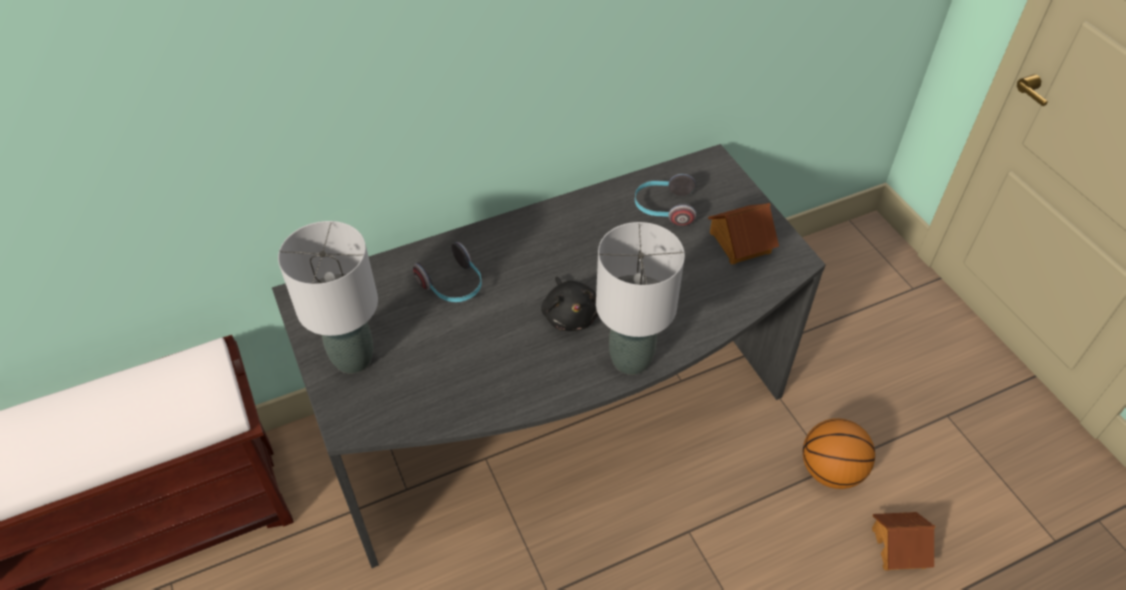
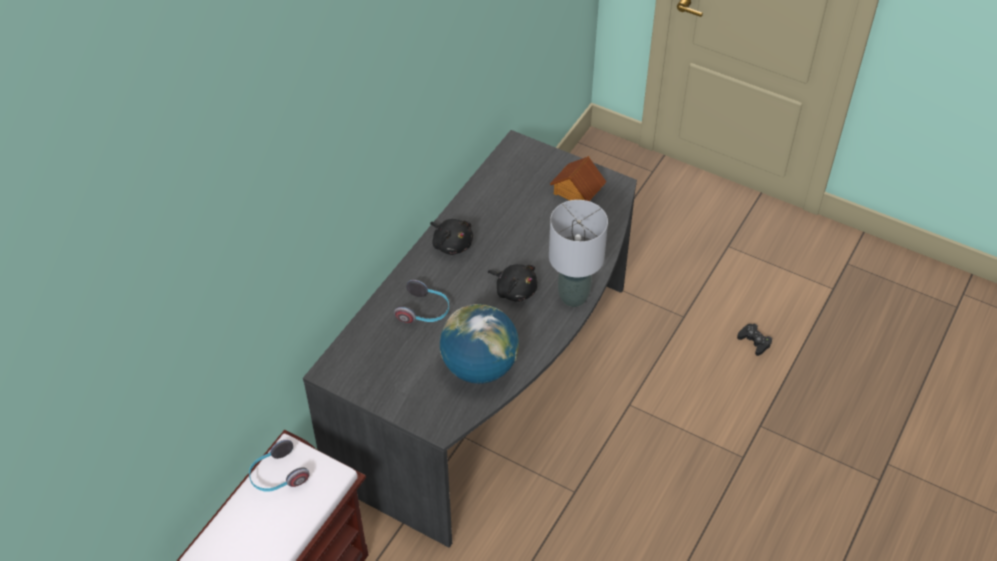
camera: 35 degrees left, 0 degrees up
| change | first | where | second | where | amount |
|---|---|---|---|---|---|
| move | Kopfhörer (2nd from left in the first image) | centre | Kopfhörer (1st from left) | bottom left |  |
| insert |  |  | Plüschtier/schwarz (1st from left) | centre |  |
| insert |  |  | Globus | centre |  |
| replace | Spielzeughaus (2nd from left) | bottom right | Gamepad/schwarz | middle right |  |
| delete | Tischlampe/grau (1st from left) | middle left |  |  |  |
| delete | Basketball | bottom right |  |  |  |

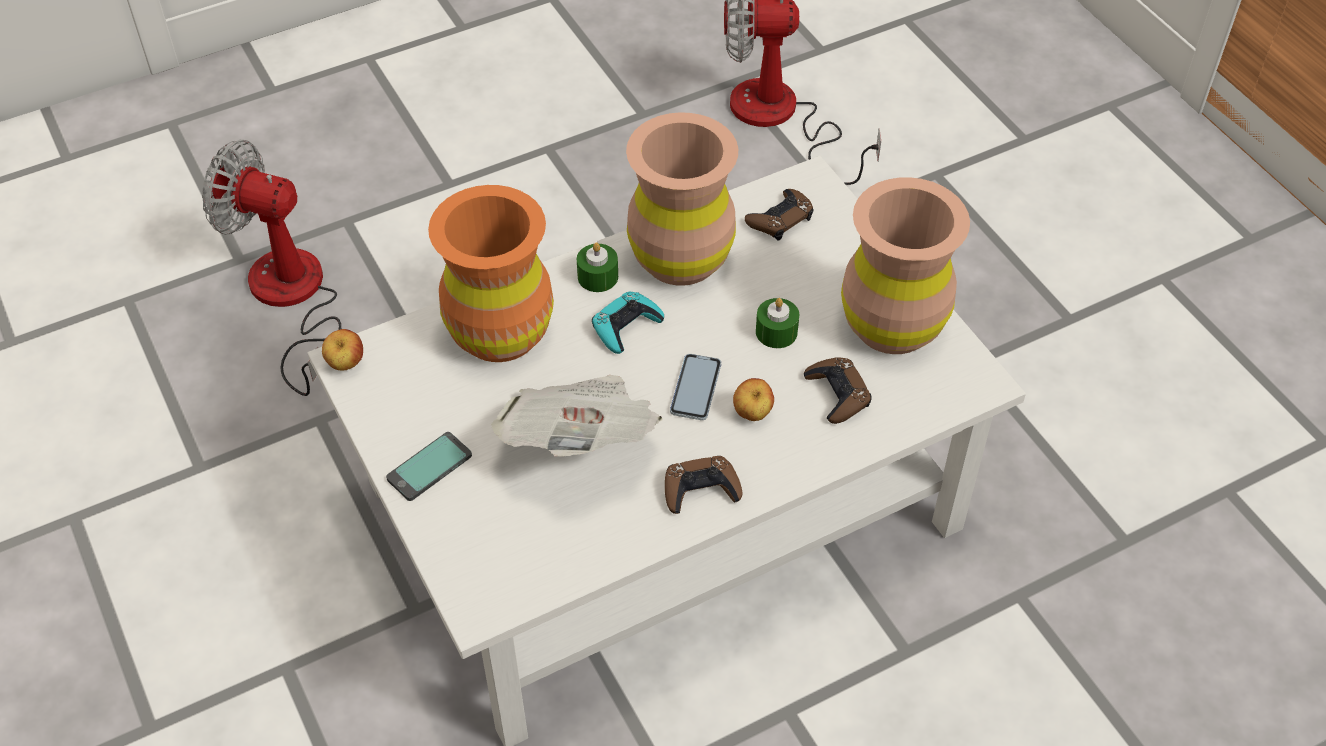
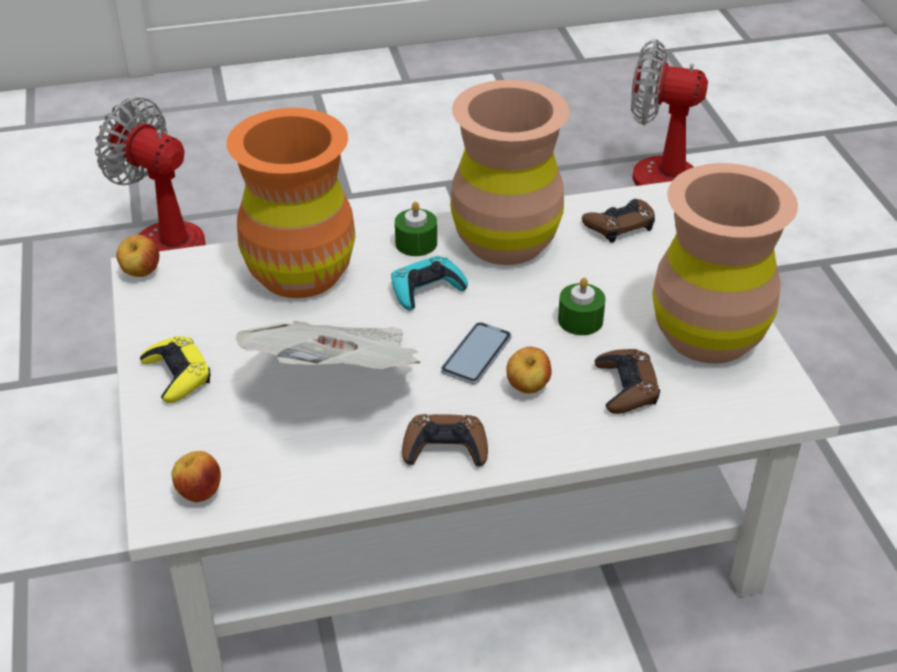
camera: 15 degrees right, 10 degrees down
| change | first | where | second | where | amount |
|---|---|---|---|---|---|
| replace | Handy (1st from left) | middle left | Gamepad/gelb | middle left |  |
| insert |  |  | Apfel (2nd from left) | bottom left |  |

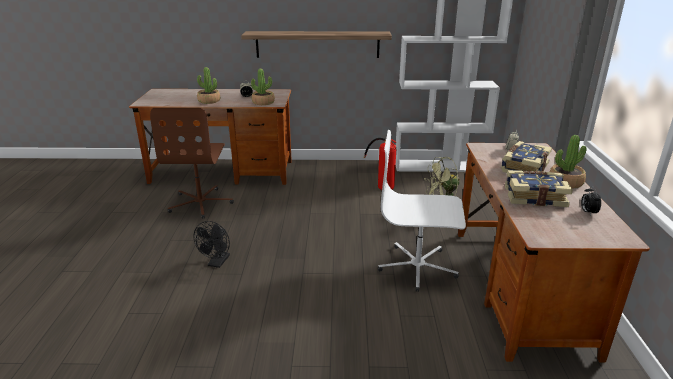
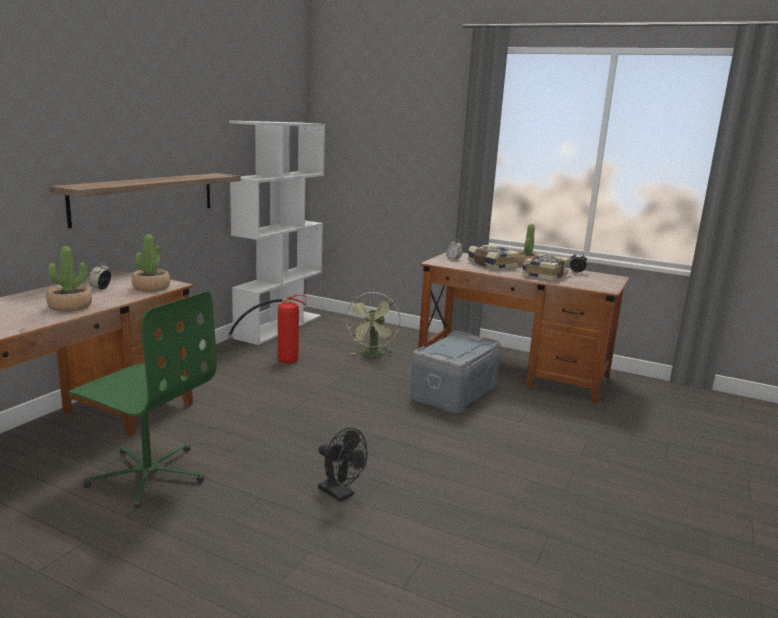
camera: 65 degrees left, 10 degrees down
| change | first | where | second | where | amount |
|---|---|---|---|---|---|
| recolor | Bürostuhl/braun | middle left | Bürostuhl/grün | middle left |  |
| replace | Bürostuhl/weiß | centre | Aufbewahrungsbox/grau | centre |  |

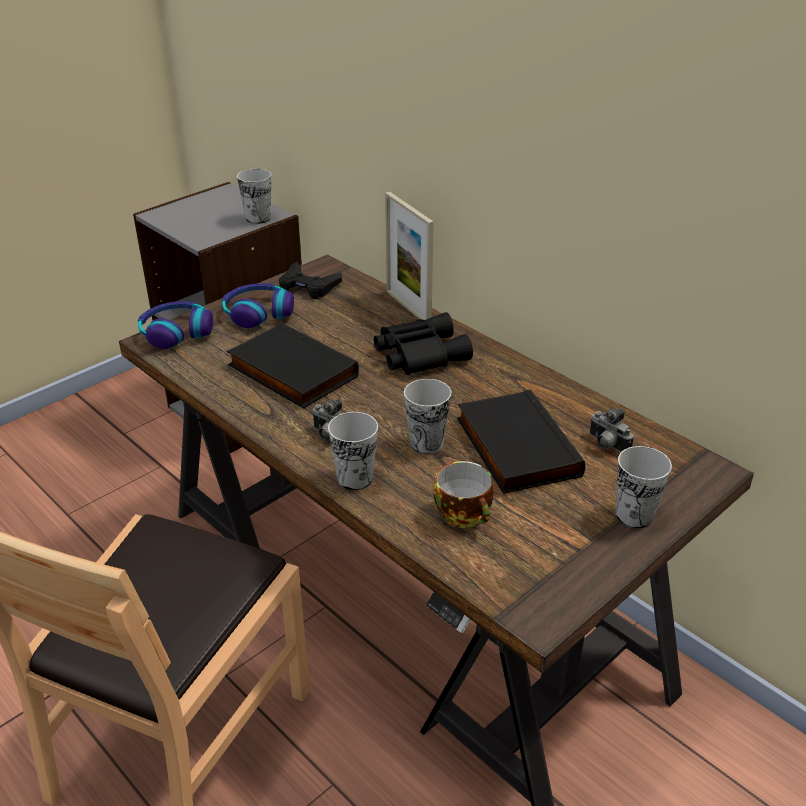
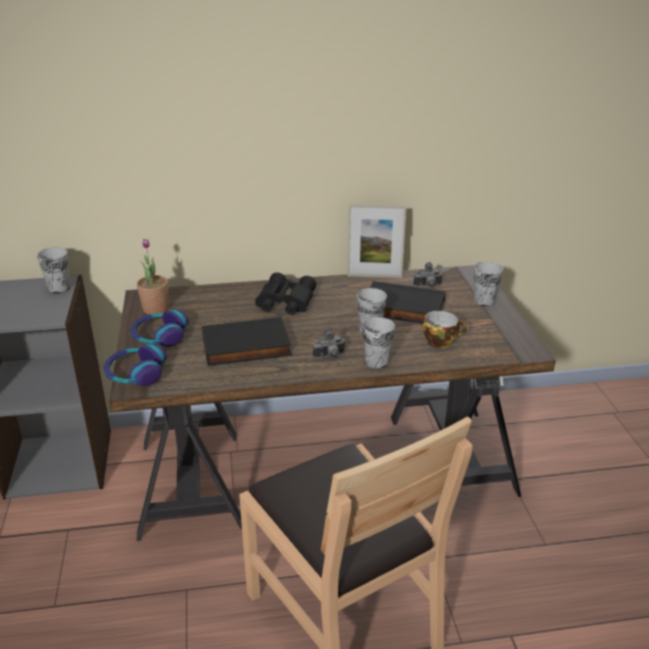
camera: 55 degrees left, 5 degrees down
| change | first | where | second | where | amount |
|---|---|---|---|---|---|
| replace | Gamepad/schwarz | centre | Topfpflanze | middle left |  |
| move | Bilderrahmen | top centre |  | centre |  |

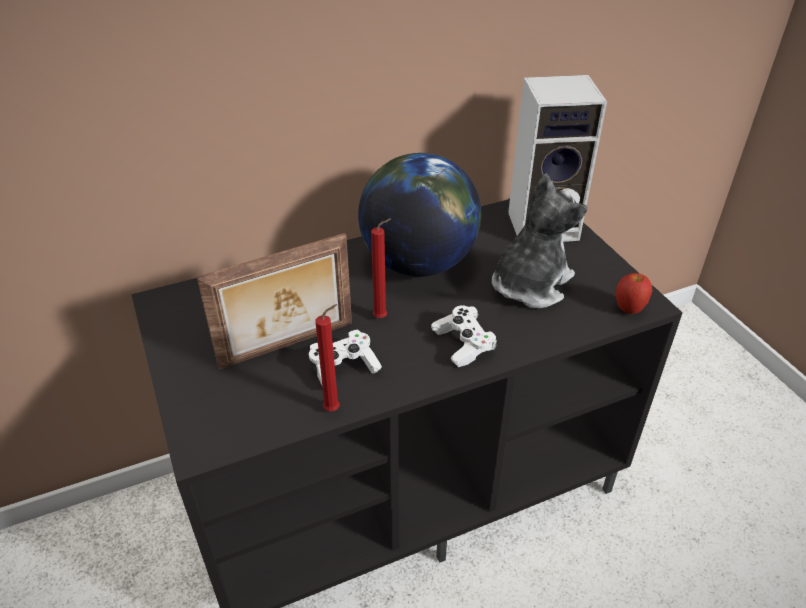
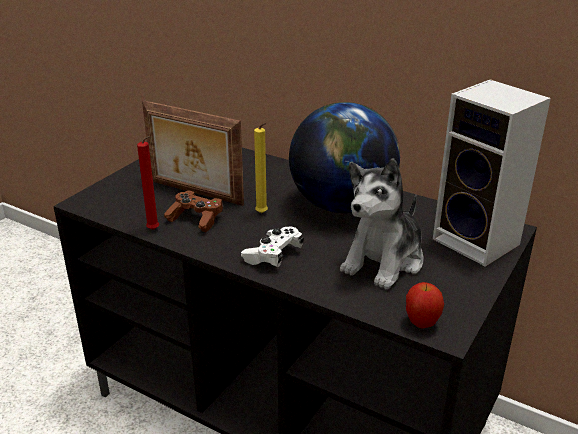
camera: 55 degrees right, 10 degrees down
| change | first | where | second | where | amount |
|---|---|---|---|---|---|
| recolor | Gamepad/weiß (1st from left) | centre | Gamepad/braun | centre |  |
| recolor | Kerze/rot (2nd from left) | centre | Kerze/gelb | centre |  |
| rotate | Plüschtier | middle right |  | centre | 120 degrees clockwise |

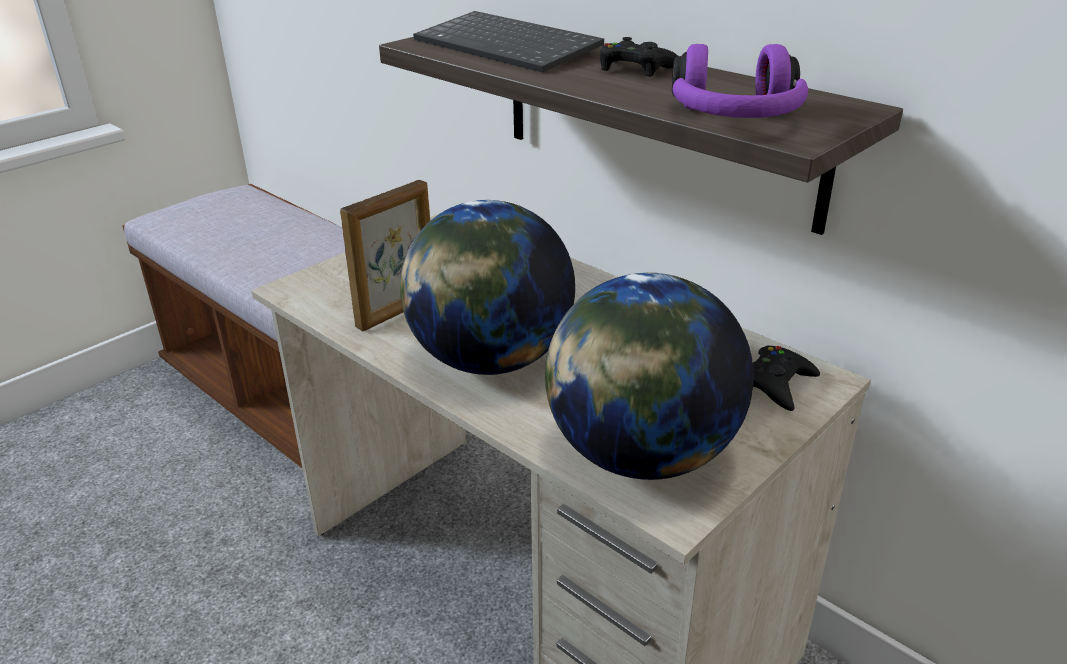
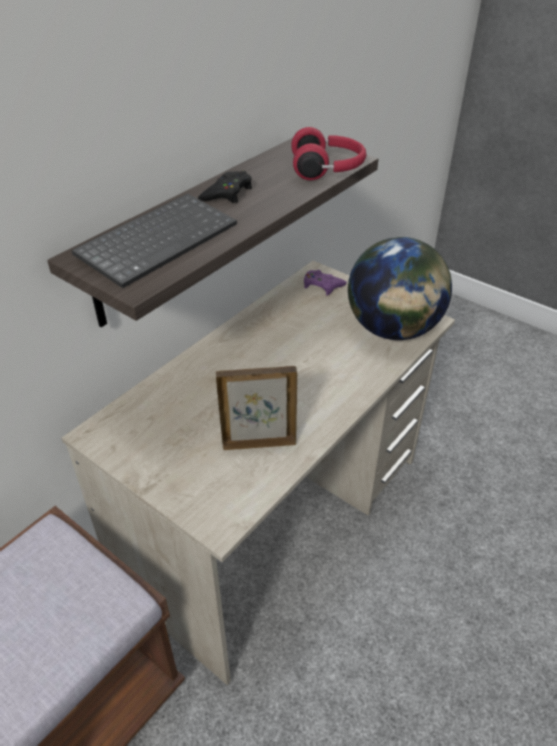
camera: 95 degrees left, 10 degrees up
| change | first | where | second | where | amount |
|---|---|---|---|---|---|
| rotate | Bilderrahmen | centre |  | centre | 45 degrees counterclockwise |
| recolor | Kopfhörer/lila | top right | Kopfhörer/rot | top centre |  |
| recolor | Gamepad/schwarz (2nd from left) | middle right | Gamepad/lila | centre |  |
| delete | Globus (1st from left) | centre |  |  |  |

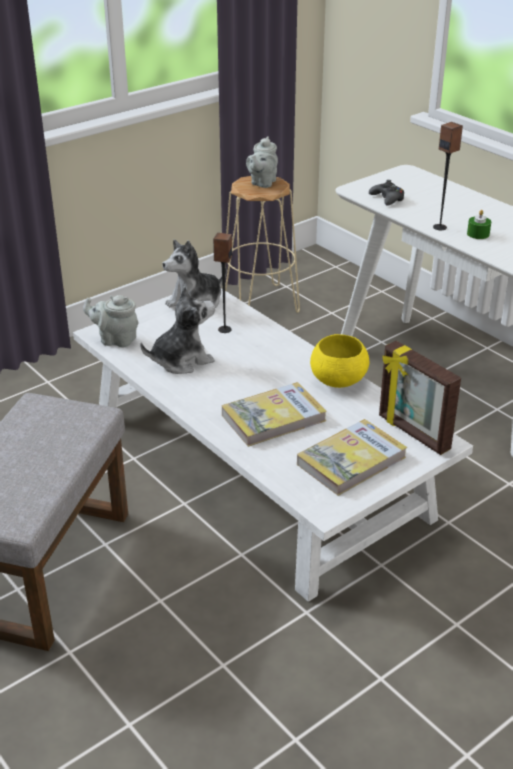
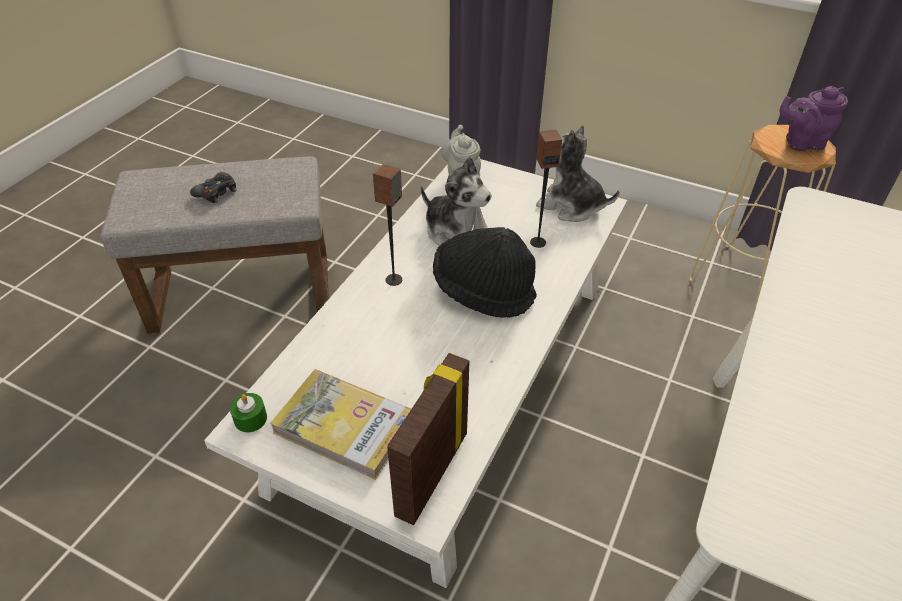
camera: 65 degrees right, 10 degrees up
| change | first | where | second | where | amount |
|---|---|---|---|---|---|
| move | Gamepad/schwarz | top right |  | top left |  |
| move | Kerze/grün | top right |  | bottom left |  |
| move | Lautsprecher (2nd from left in the first image) | top right | Lautsprecher (1st from left) | centre |  |
| insert |  |  | Hut/schwarz | centre |  |
| recolor | Teekanne/grau (2nd from left) | top centre | Teekanne/lila | top right |  |
| delete | Buch (1st from left) | centre |  |  |  |
| delete | Schüssel/gelb | centre |  |  |  |

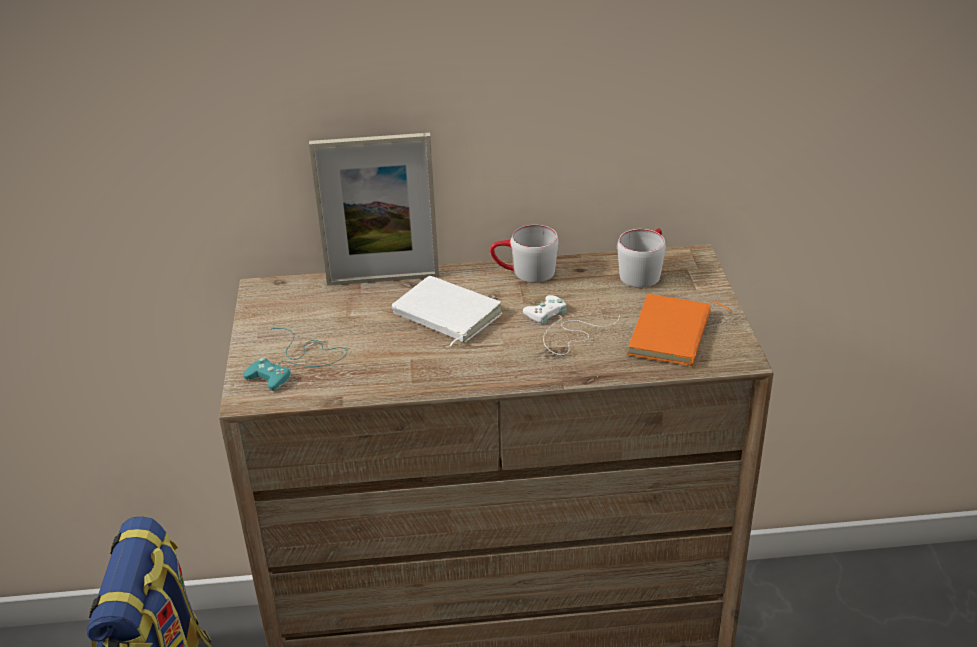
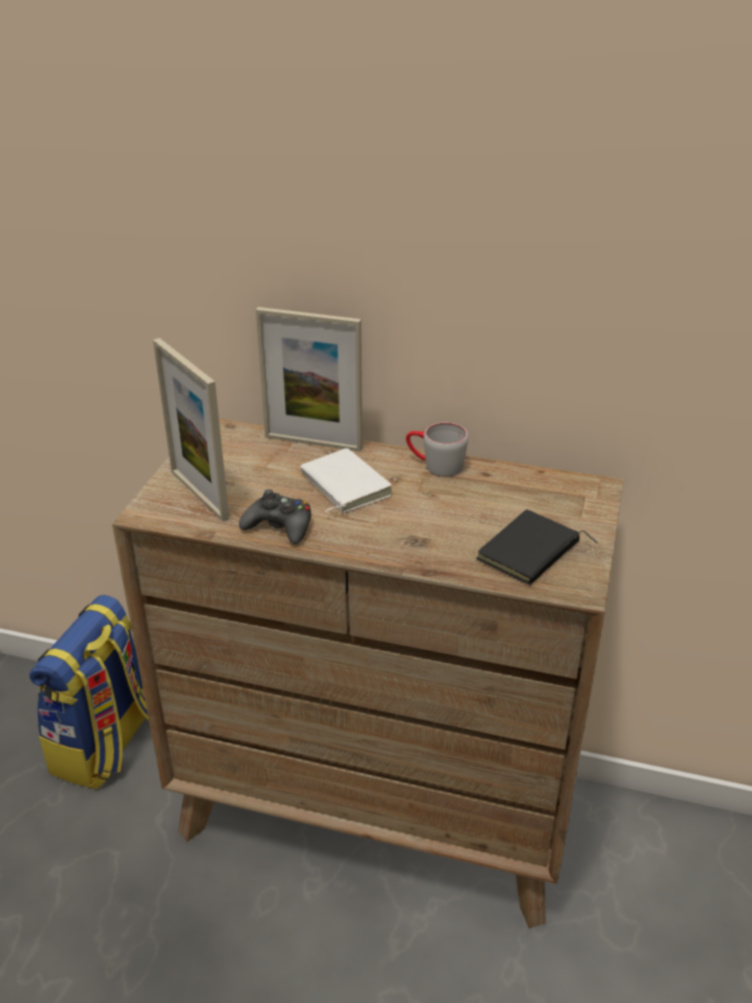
camera: 20 degrees right, 0 degrees up
| change | first | where | second | where | amount |
|---|---|---|---|---|---|
| replace | Gamepad/türkis | middle left | Bilderrahmen (1st from left) | middle left |  |
| insert |  |  | Gamepad/schwarz | centre |  |
| recolor | Buch/orange | middle right | Buch/schwarz | middle right |  |
| delete | Gamepad/weiß | centre |  |  |  |
| delete | Henkelbecher/grau (2nd from left) | centre |  |  |  |

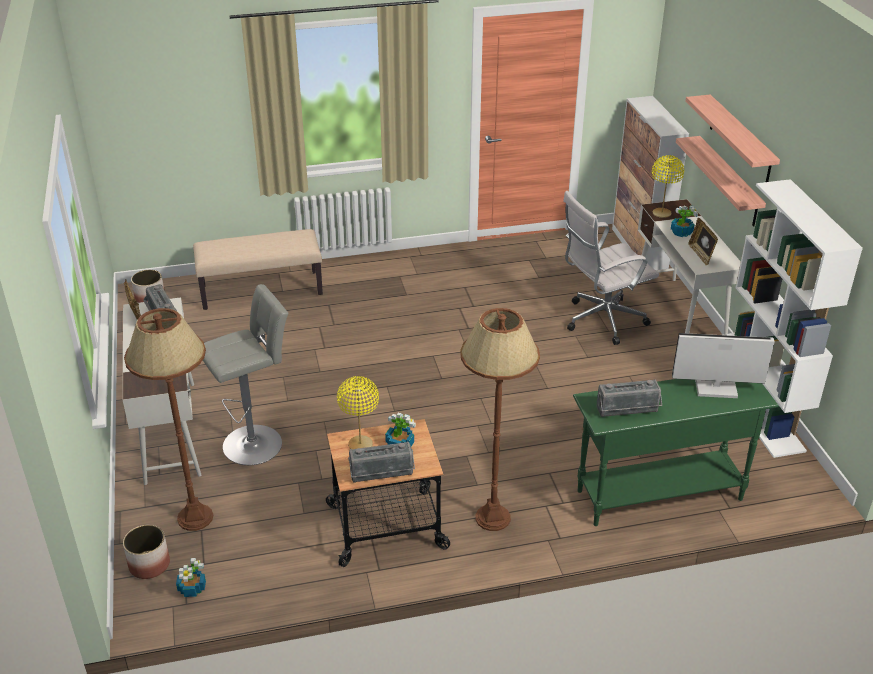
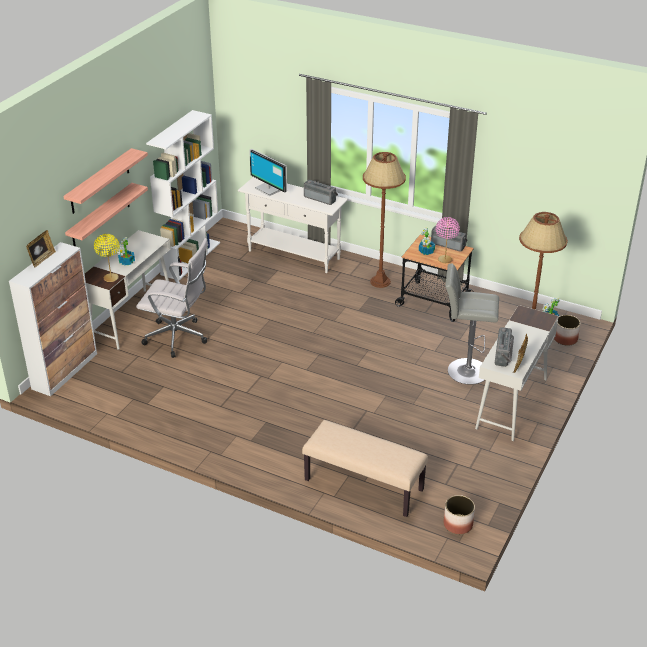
camera: 140 degrees left, 0 degrees up
| change | first | where | second | where | amount |
|---|---|---|---|---|---|
| move | Bilderrahmen (2nd from left in the first image) | middle right | Bilderrahmen (1st from left) | middle left |  |
| recolor | Konsolentisch/grün | bottom right | Konsolentisch/weiß | centre |  |
| recolor | Tischlampe/gelb (1st from left) | centre | Tischlampe/rosa | middle right |  |

